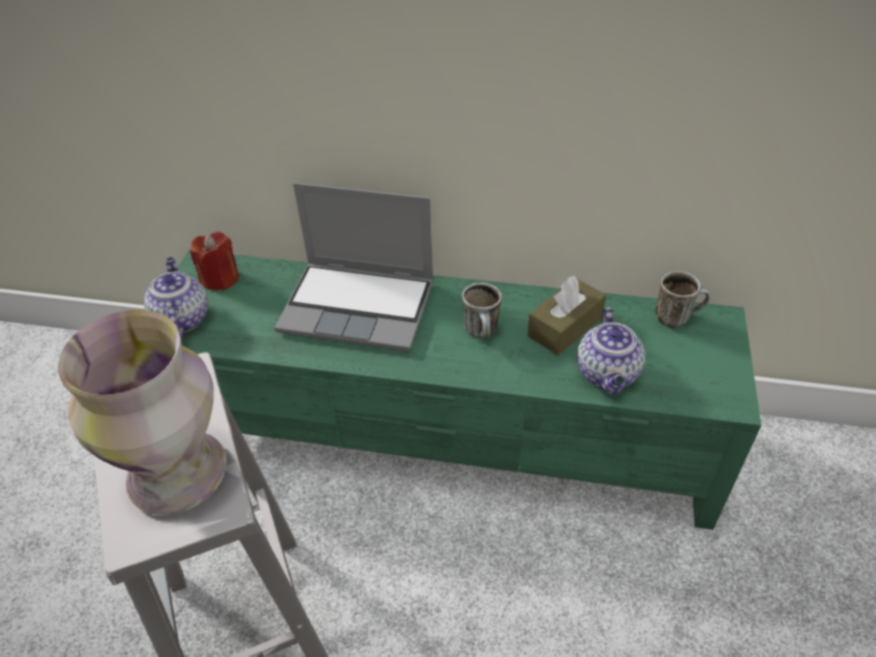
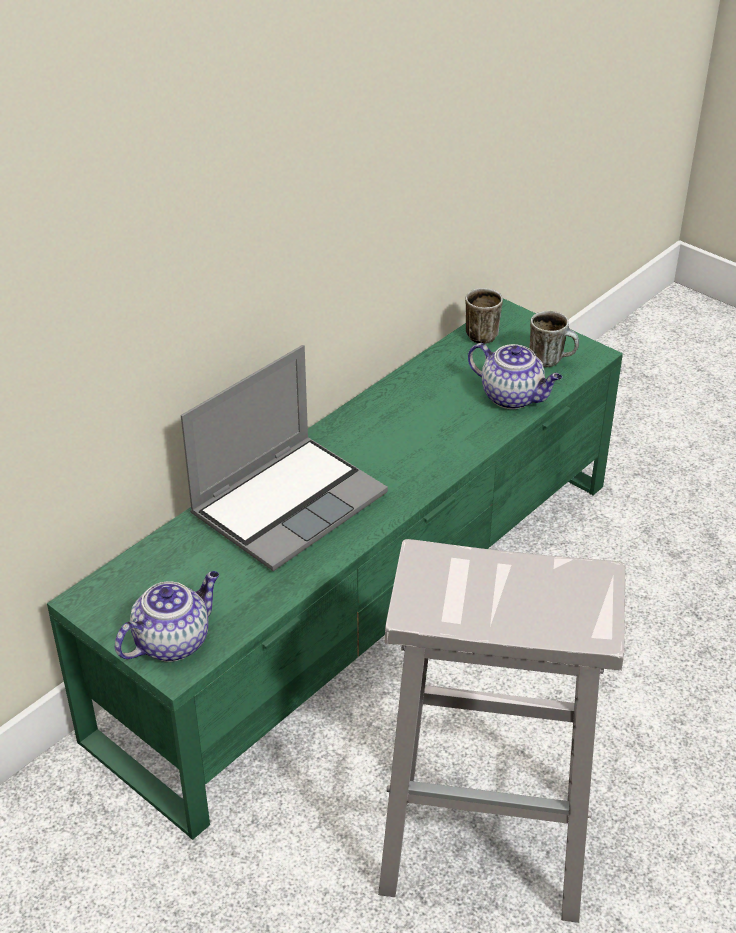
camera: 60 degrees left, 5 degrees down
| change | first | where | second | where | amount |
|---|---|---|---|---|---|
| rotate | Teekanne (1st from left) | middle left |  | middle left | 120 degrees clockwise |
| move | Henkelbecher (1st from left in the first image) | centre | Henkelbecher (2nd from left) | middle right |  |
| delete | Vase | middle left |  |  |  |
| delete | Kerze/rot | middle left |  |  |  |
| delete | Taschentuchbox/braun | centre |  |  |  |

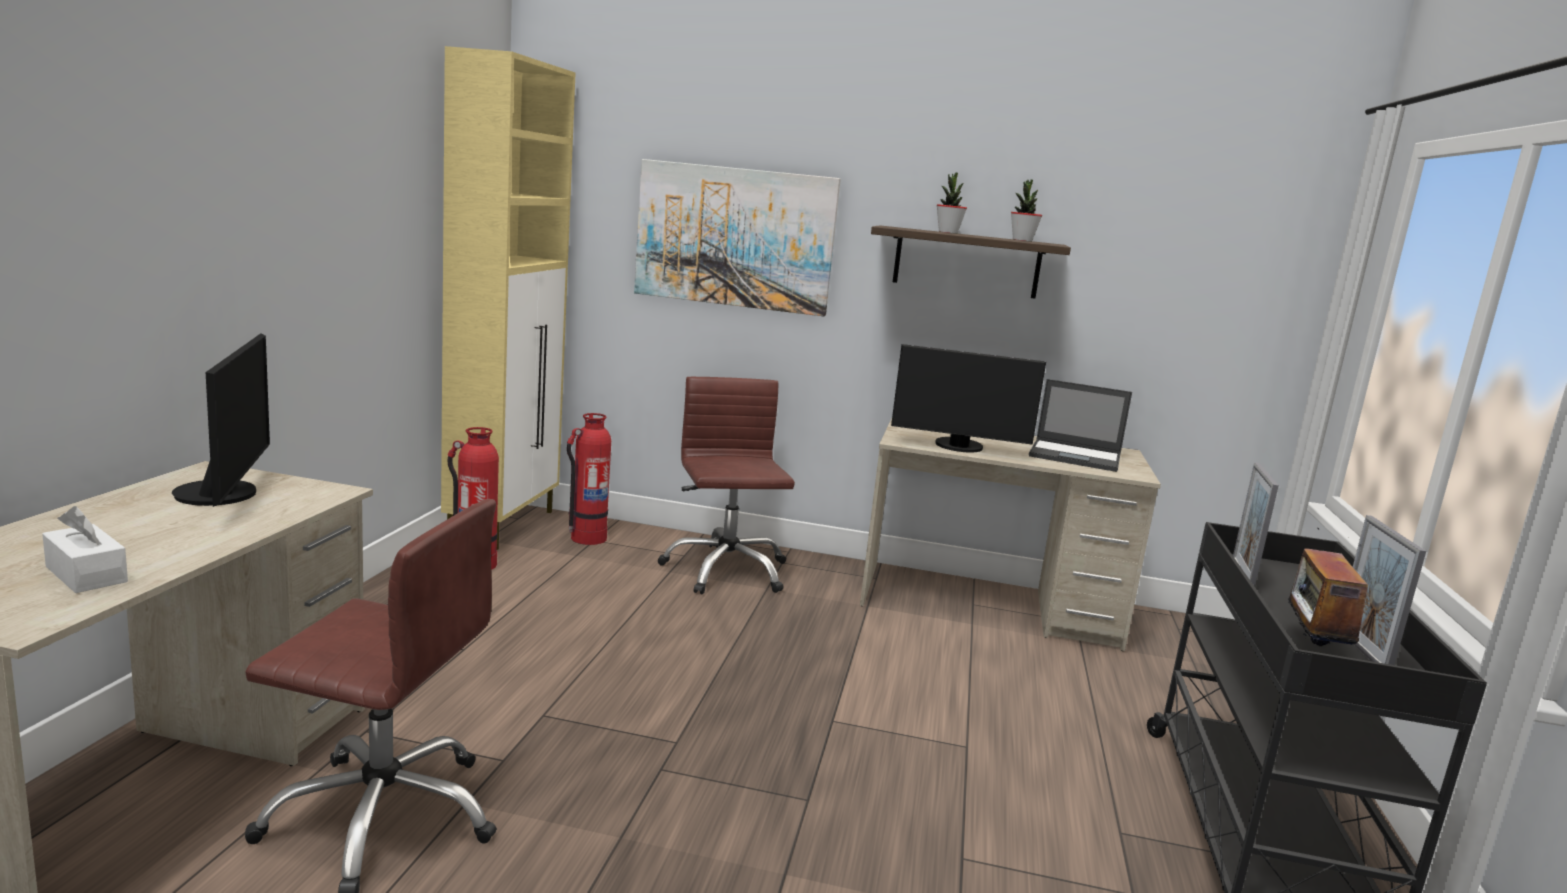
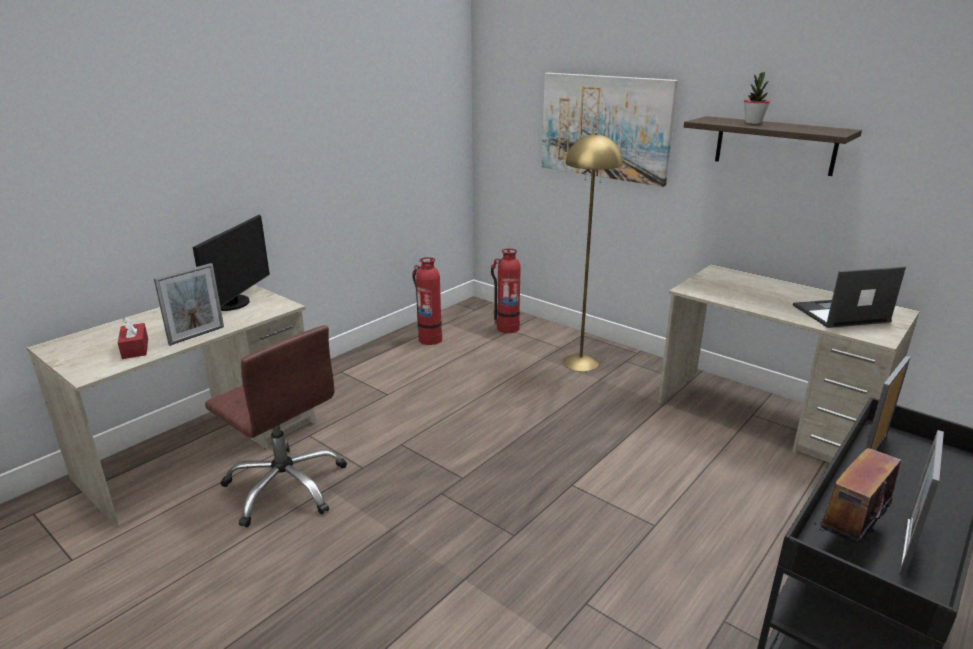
camera: 30 degrees right, 10 degrees up
| change | first | where | second | where | amount |
|---|---|---|---|---|---|
| recolor | Taschentuchbox/weiß | middle left | Taschentuchbox/rot | middle left |  |
| insert |  |  | Bilderrahmen (1st from left) | middle left |  |
| replace | Bürostuhl/braun (2nd from left) | centre | Stehlampe/gelb | centre |  |
| rotate | Laptop | middle right |  | middle right | 120 degrees clockwise |
| delete | Schrank/beige | middle left |  |  |  |
| delete | Monitor (2nd from left) | centre |  |  |  |
| delete | Topfpflanze (2nd from left) | top centre |  |  |  |

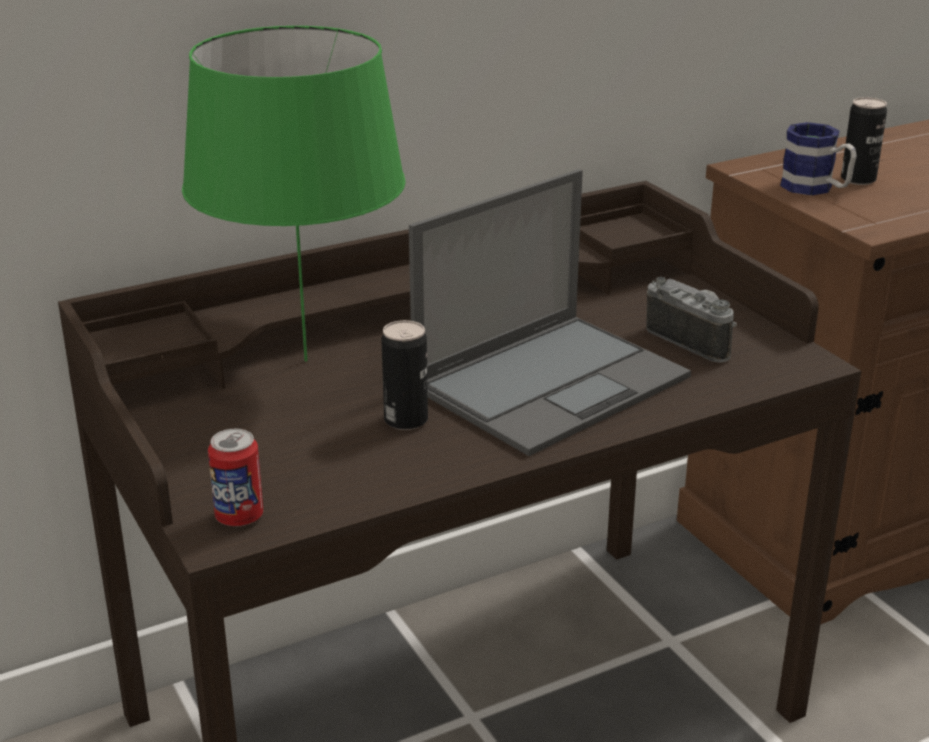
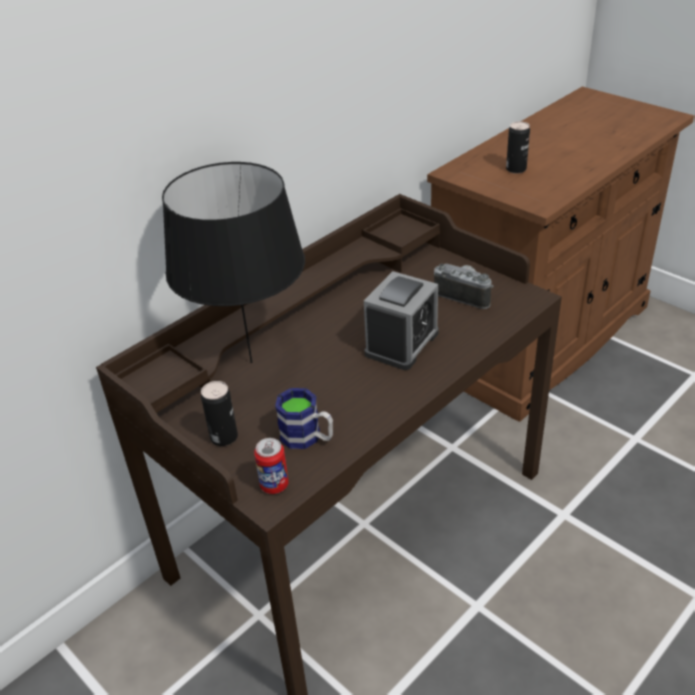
camera: 15 degrees left, 10 degrees up
| change | first | where | second | where | amount |
|---|---|---|---|---|---|
| recolor | Tischlampe/grün | top left | Tischlampe/schwarz | centre |  |
| move | Dose (2nd from left in the first image) | centre | Dose (1st from left) | middle left |  |
| move | Henkelbecher | top right |  | centre |  |
| replace | Laptop | centre | Wecker | centre |  |

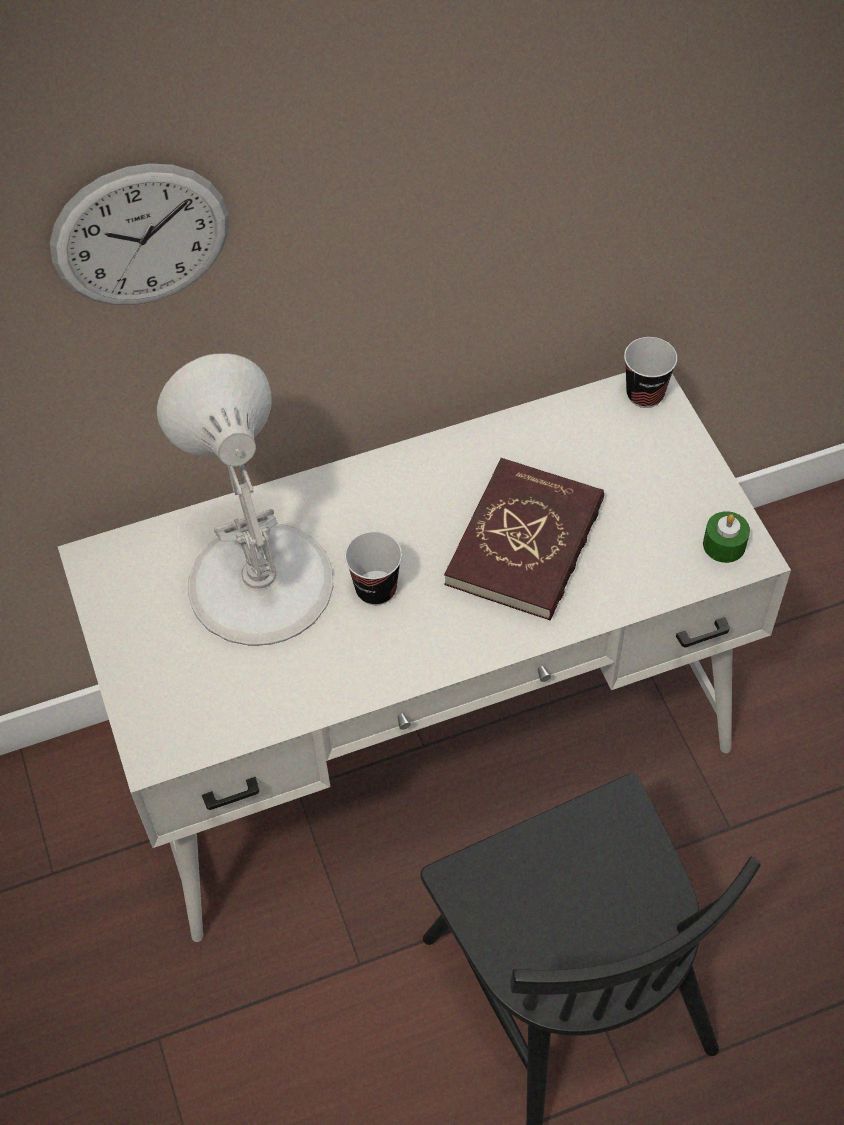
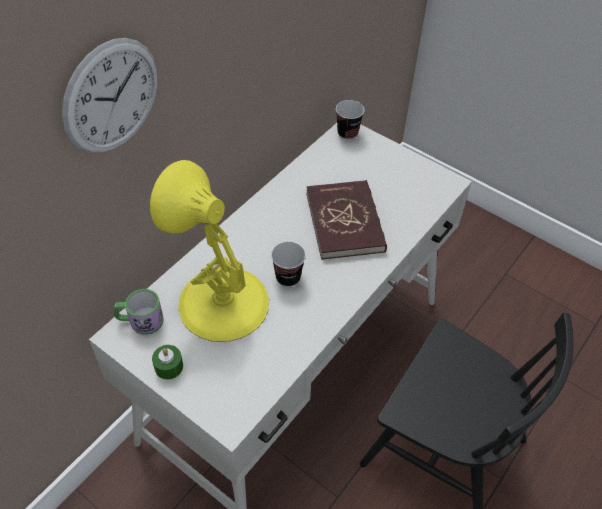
camera: 35 degrees left, 5 degrees down
| change | first | where | second | where | amount |
|---|---|---|---|---|---|
| insert |  |  | Henkelbecher | middle left |  |
| recolor | Tischlampe/weiß | middle left | Tischlampe/gelb | centre |  |
| move | Kerze/grün | middle right |  | bottom left |  |

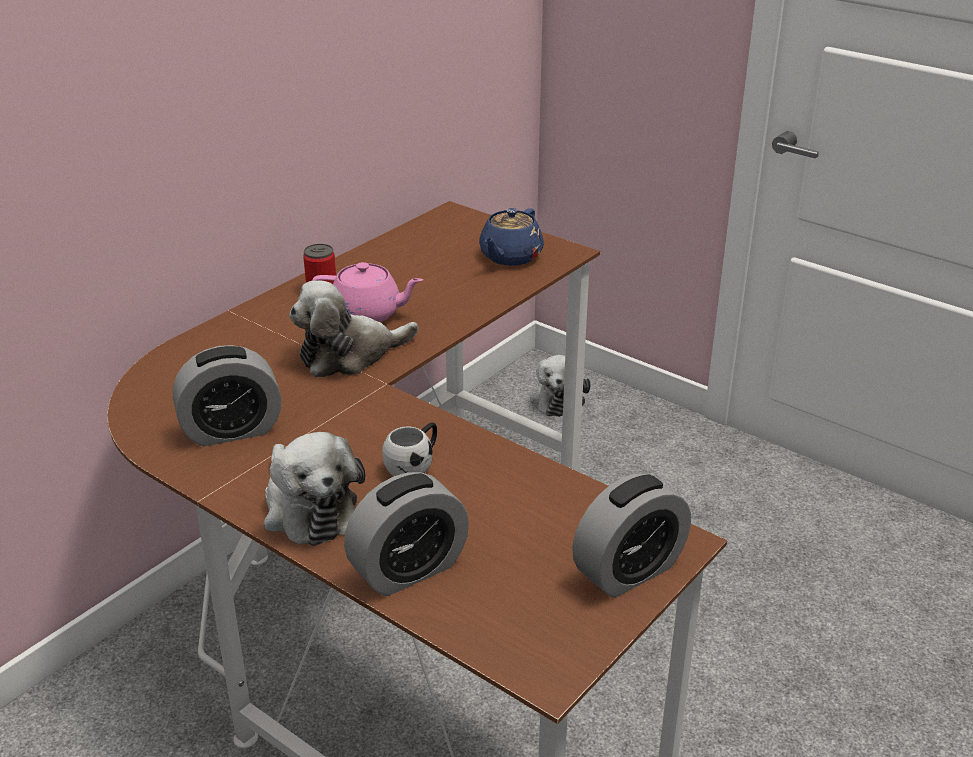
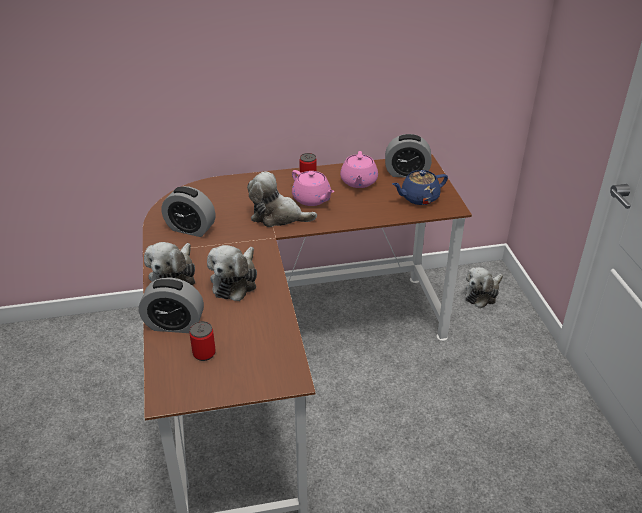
camera: 40 degrees right, 5 degrees up
| change | first | where | second | where | amount |
|---|---|---|---|---|---|
| insert |  |  | Dose (1st from left) | middle left |  |
| replace | Henkelbecher/weiß | centre | Plüschtier (2nd from left) | centre |  |
| insert |  |  | Teekanne/rosa (2nd from left) | top centre |  |
| move | Wecker (3rd from left) | bottom centre |  | top centre |  |

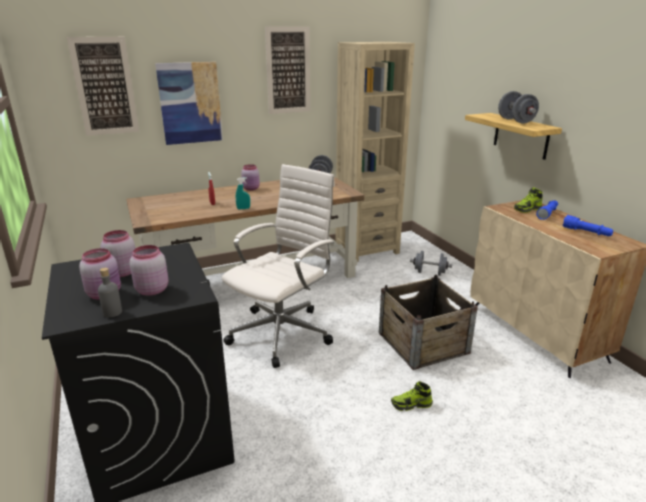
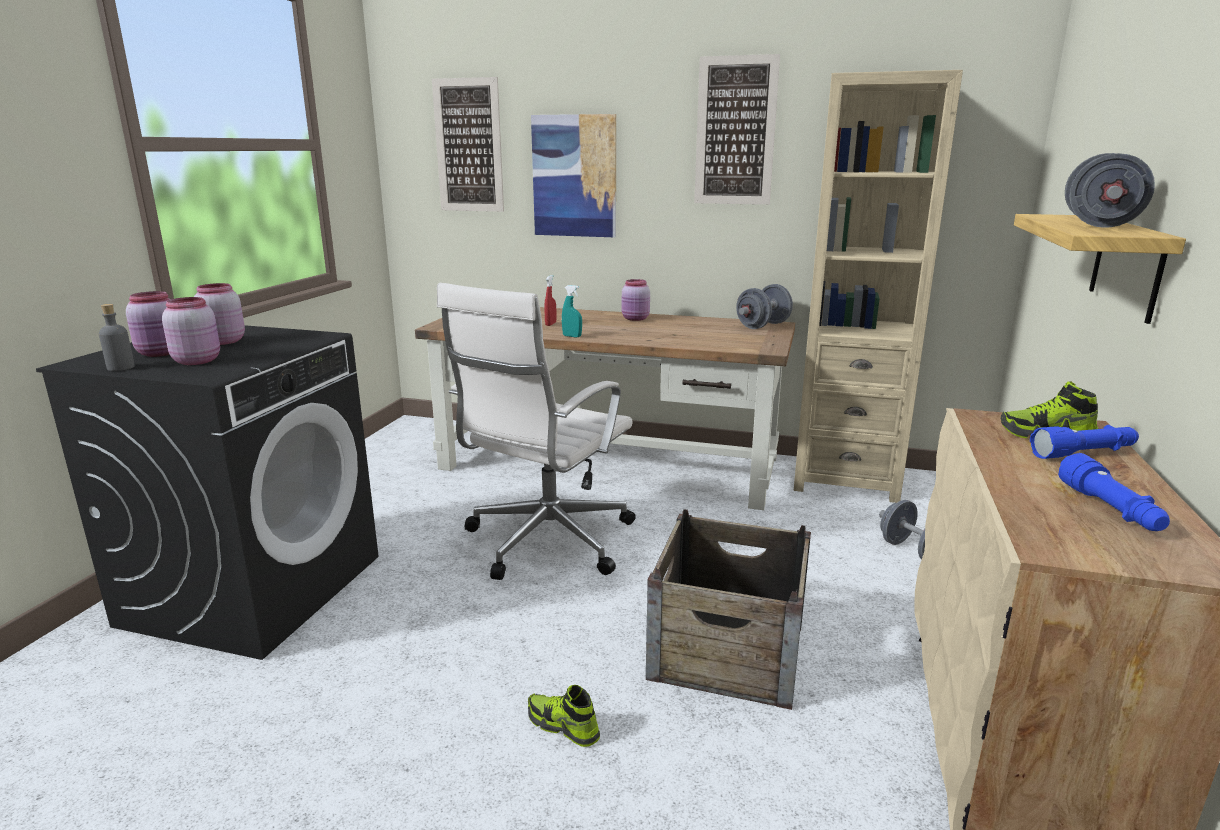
camera: 40 degrees right, 5 degrees down
| change | first | where | second | where | amount |
|---|---|---|---|---|---|
| rotate | Bürostuhl/weiß | centre |  | centre | 135 degrees clockwise |

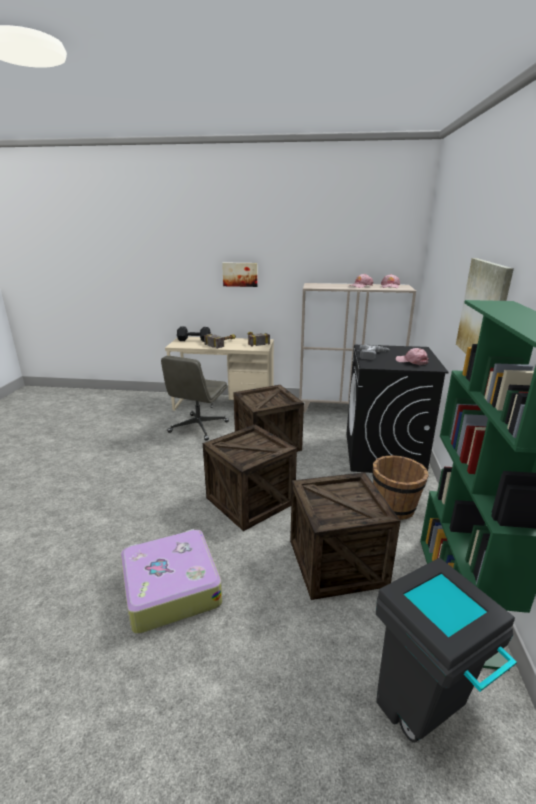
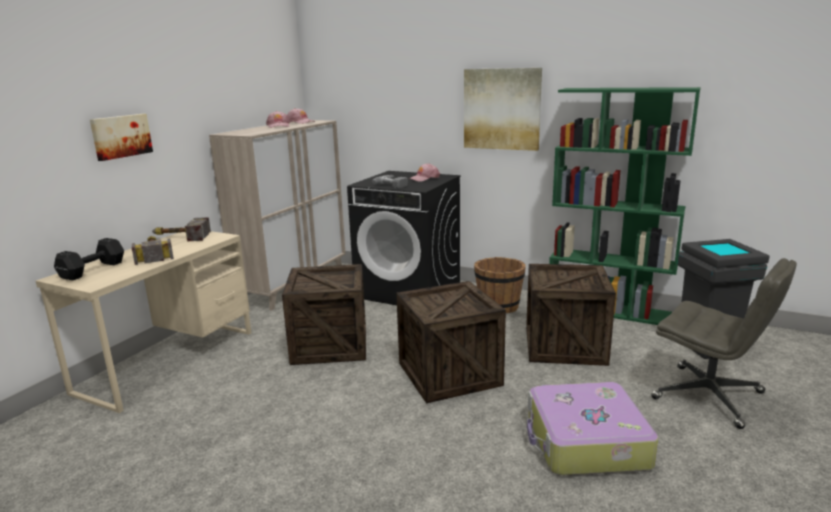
camera: 70 degrees left, 5 degrees down
| change | first | where | second | where | amount |
|---|---|---|---|---|---|
| move | Bürostuhl/grau | centre |  | bottom right |  |

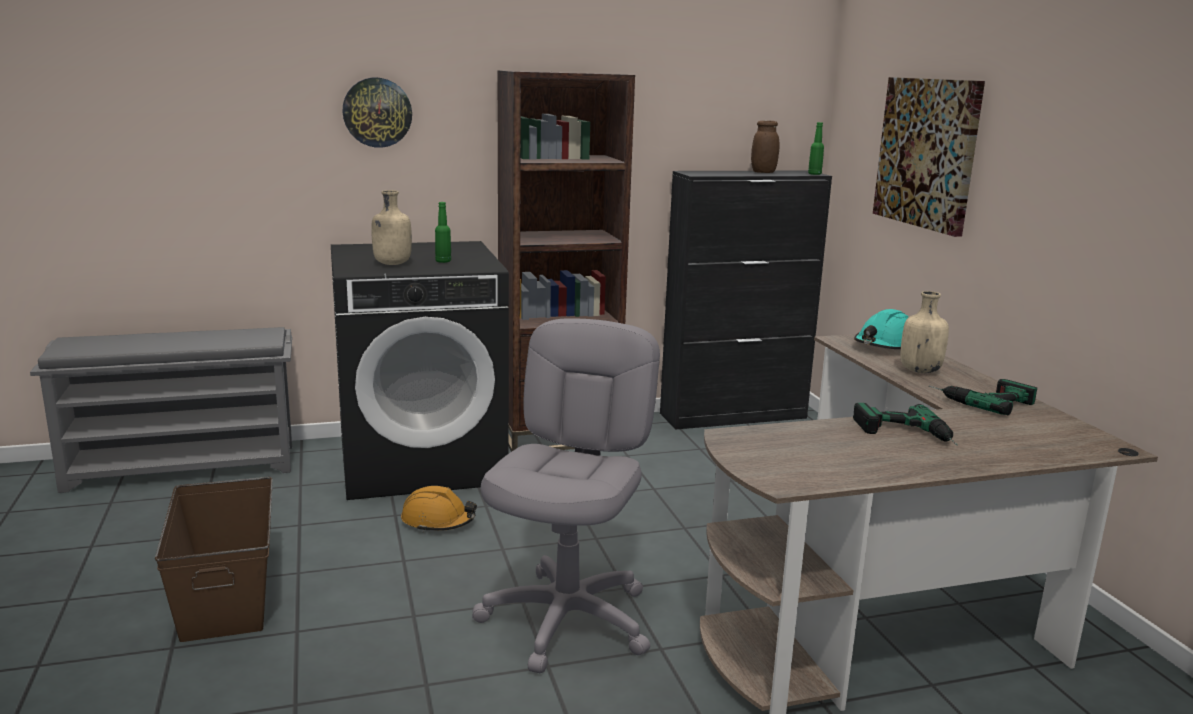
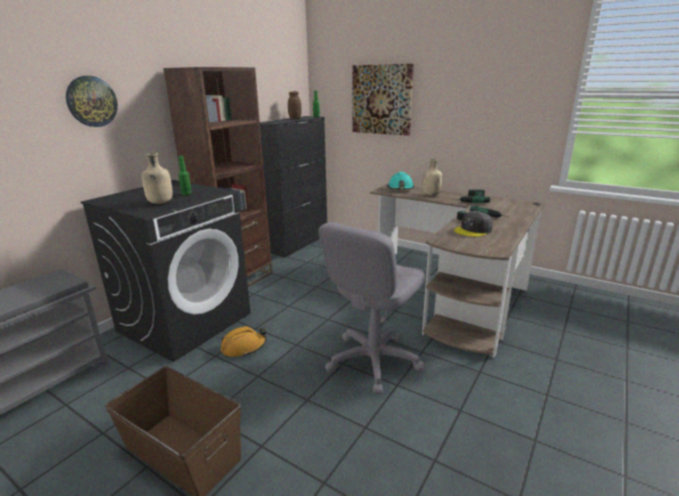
camera: 40 degrees left, 5 degrees up
| change | first | where | second | where | amount |
|---|---|---|---|---|---|
| rotate | Bürostuhl/grau | bottom centre |  | centre | 120 degrees counterclockwise |
| insert |  |  | Kappe/grau | middle right |  |

